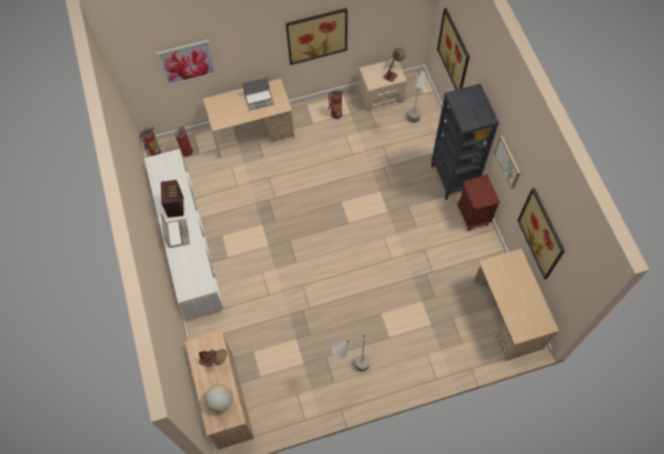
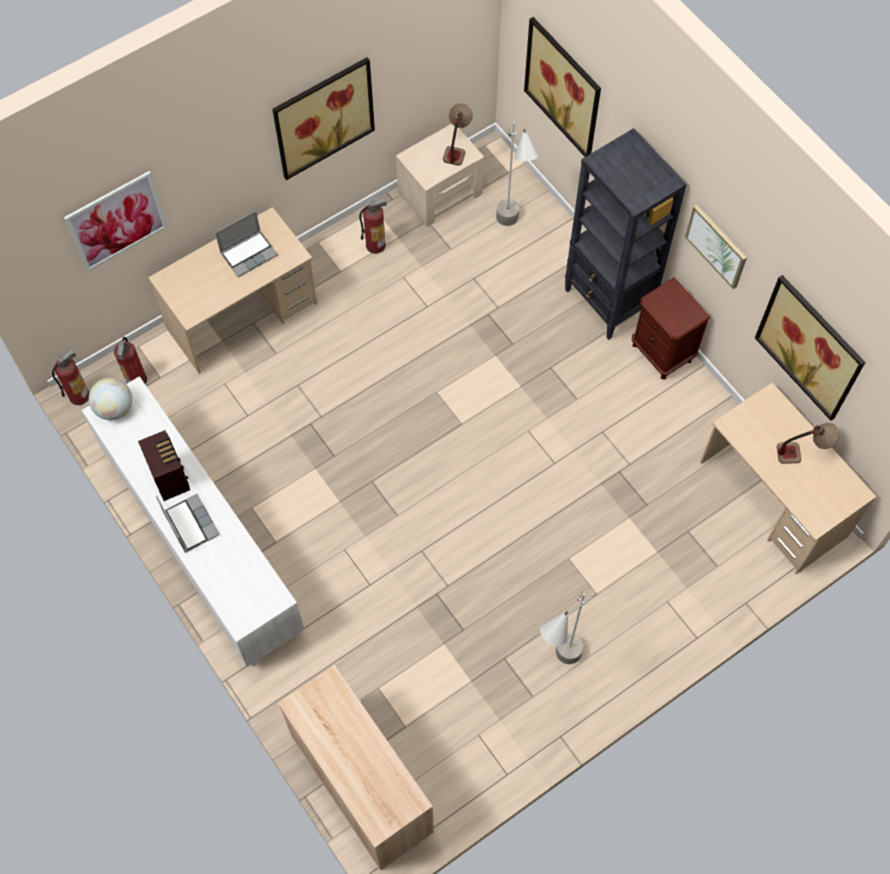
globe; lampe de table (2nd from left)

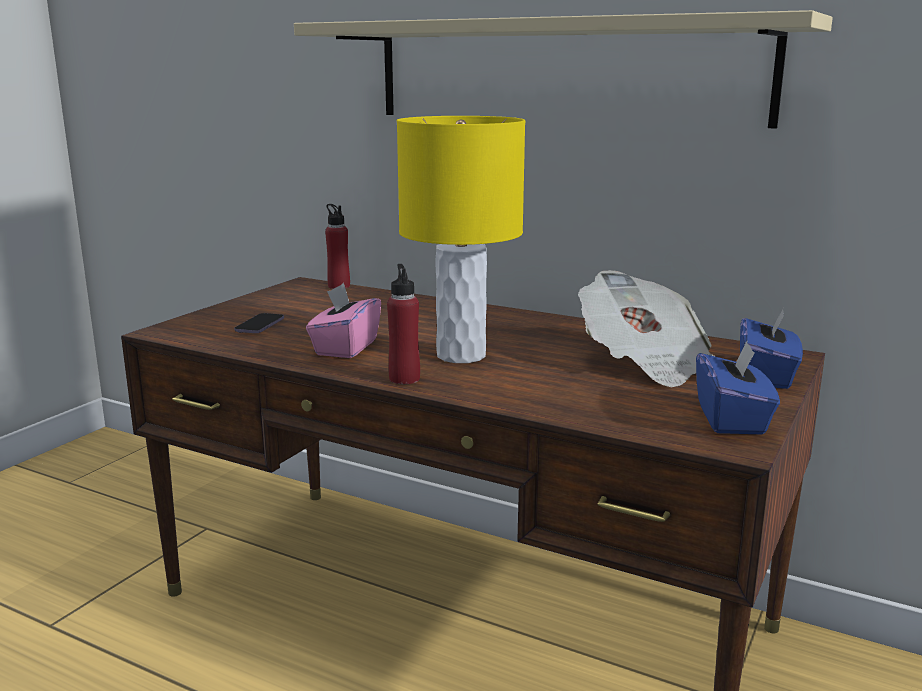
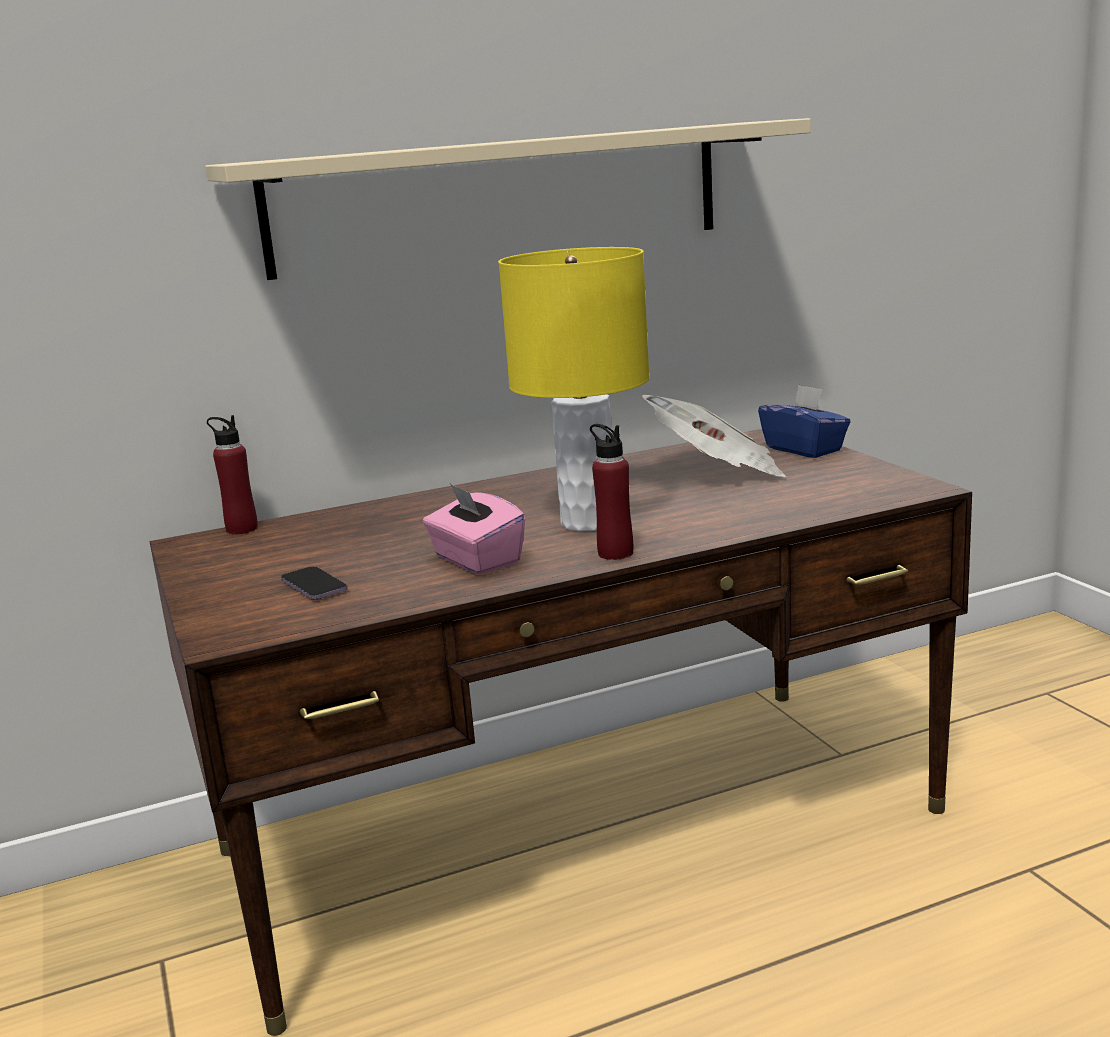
boîte à mouchoirs [bleu] (1st from left in the first image)

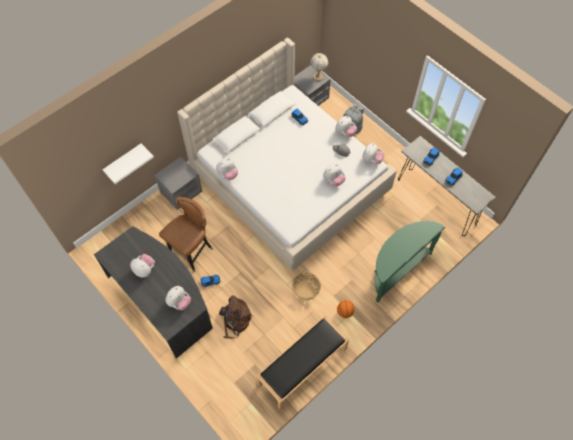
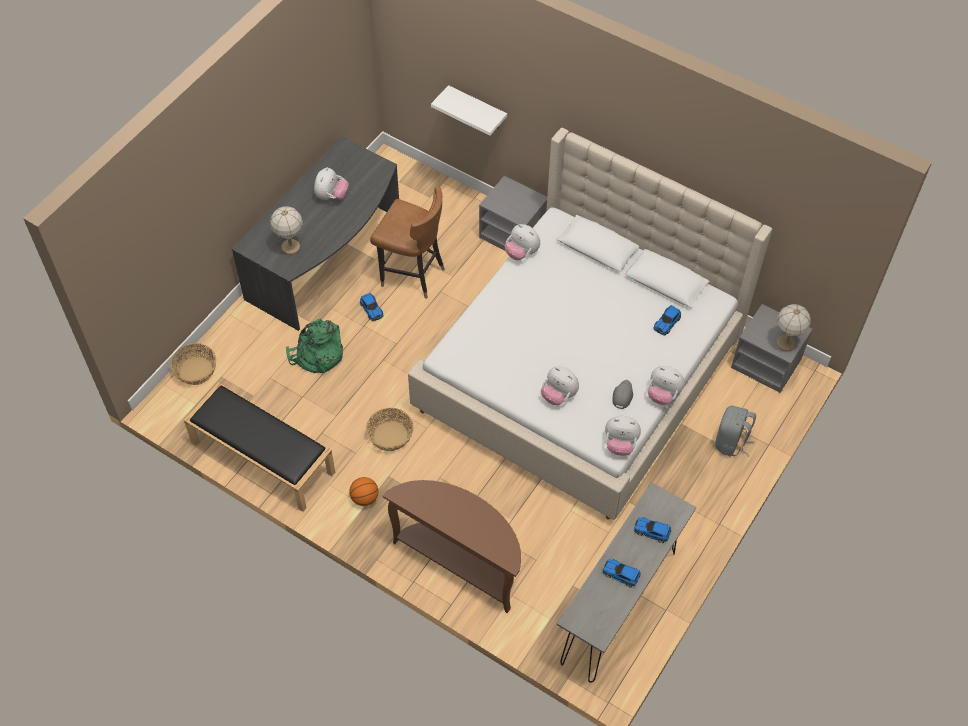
panier (1st from left); lampe de table (1st from left); sac à dos [vert]; table console [marron]

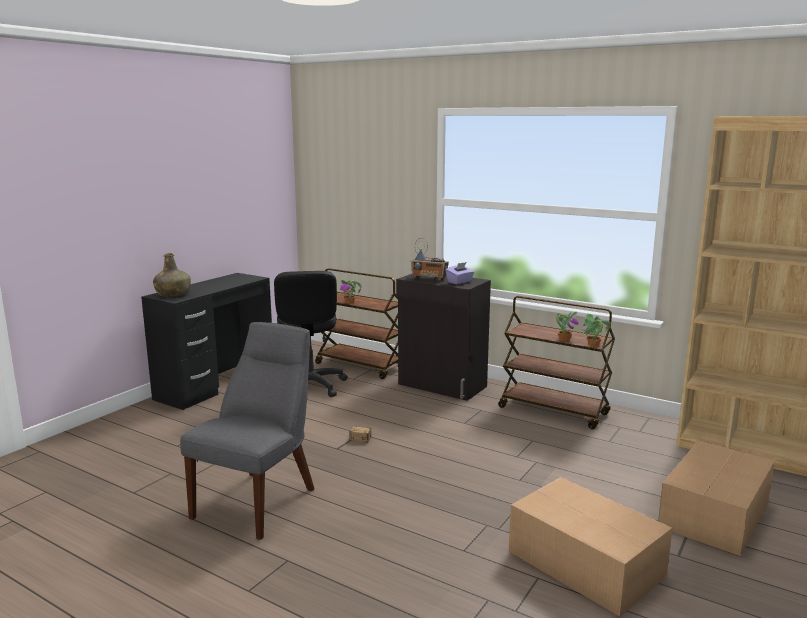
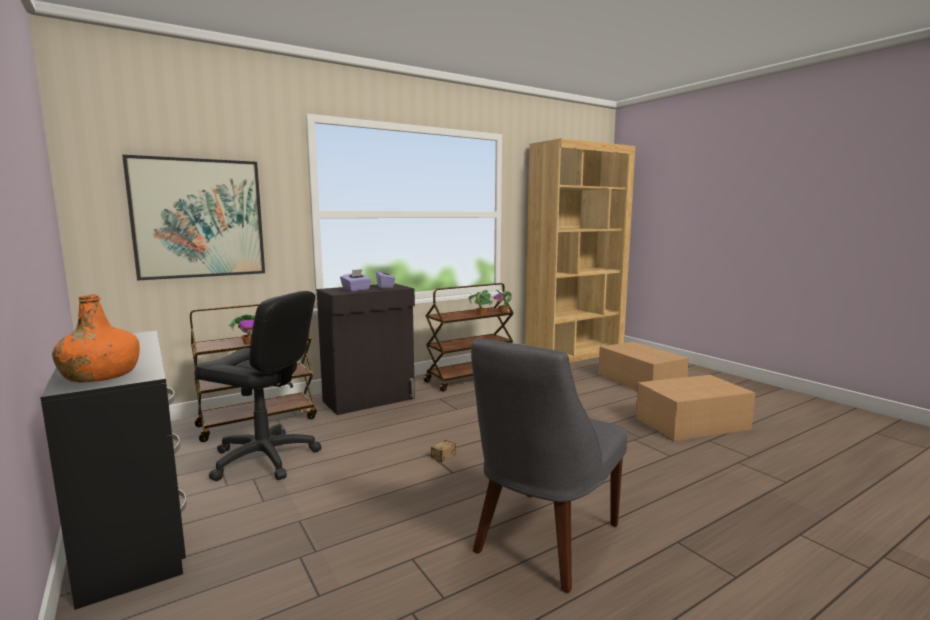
bouteille [orange]; tableau; boîte à mouchoirs [violet] (1st from left); chaise [gris]

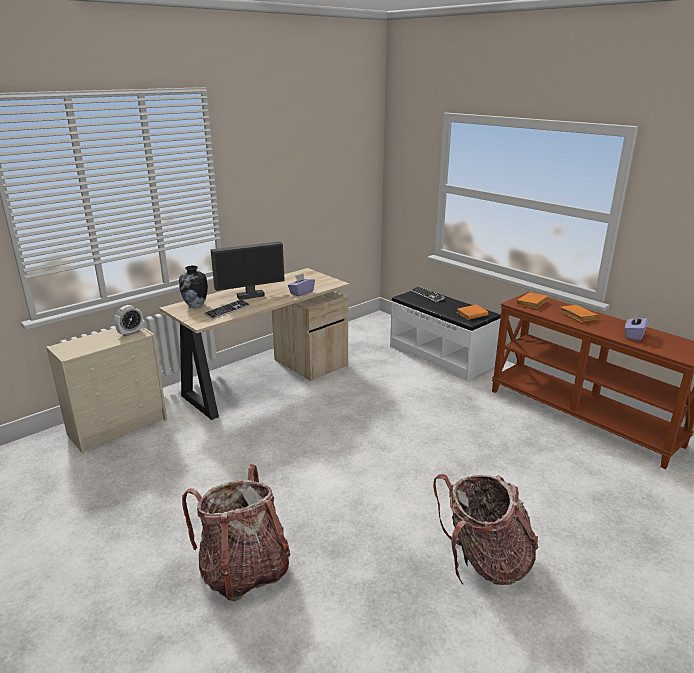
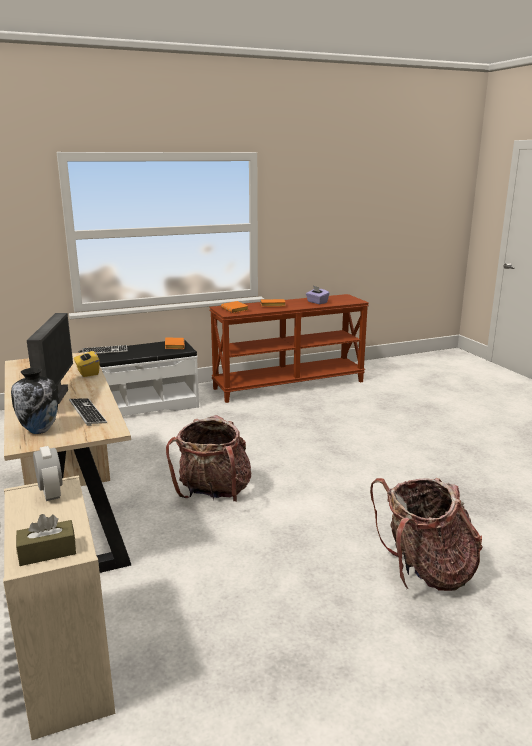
boîte à mouchoirs [marron]; boîte à mouchoirs [jaune]; sac à dos (1st from left)

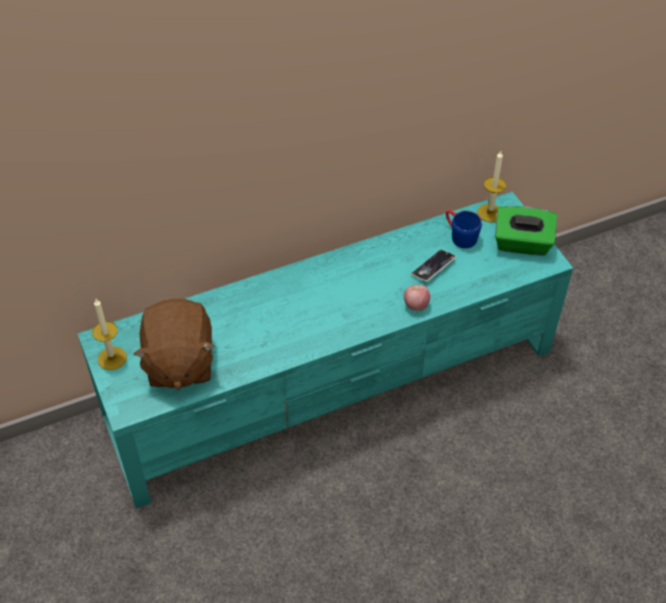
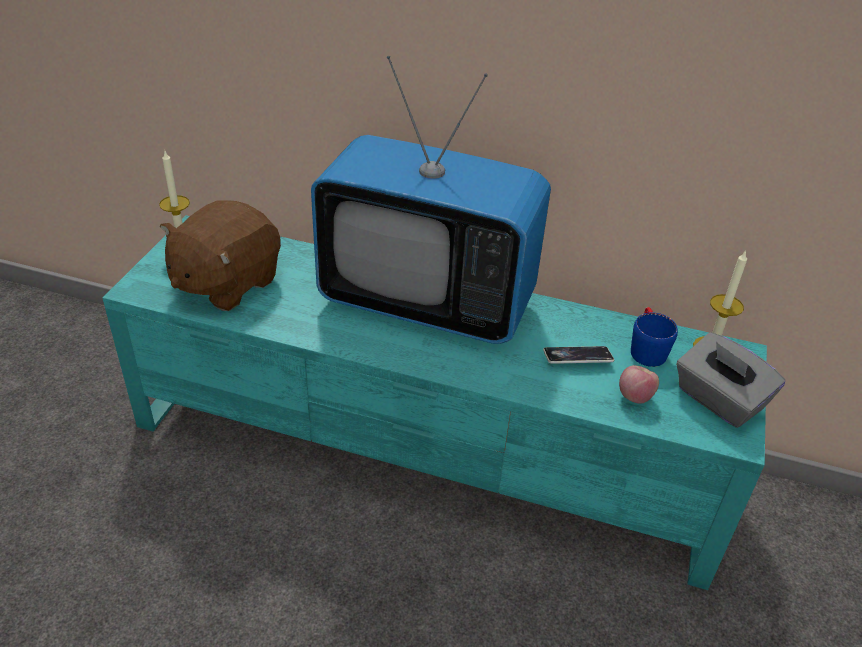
téléviseur; pomme; boîte à mouchoirs [gris]

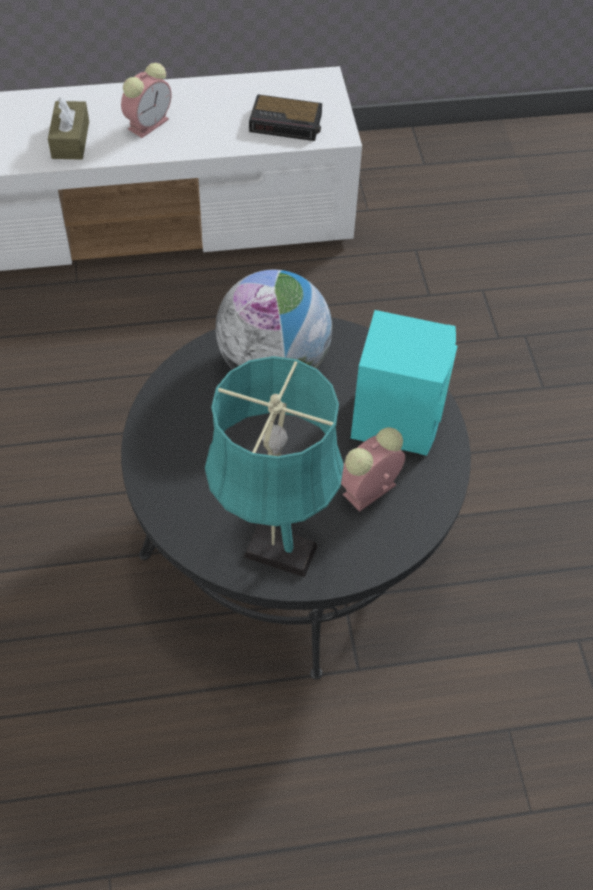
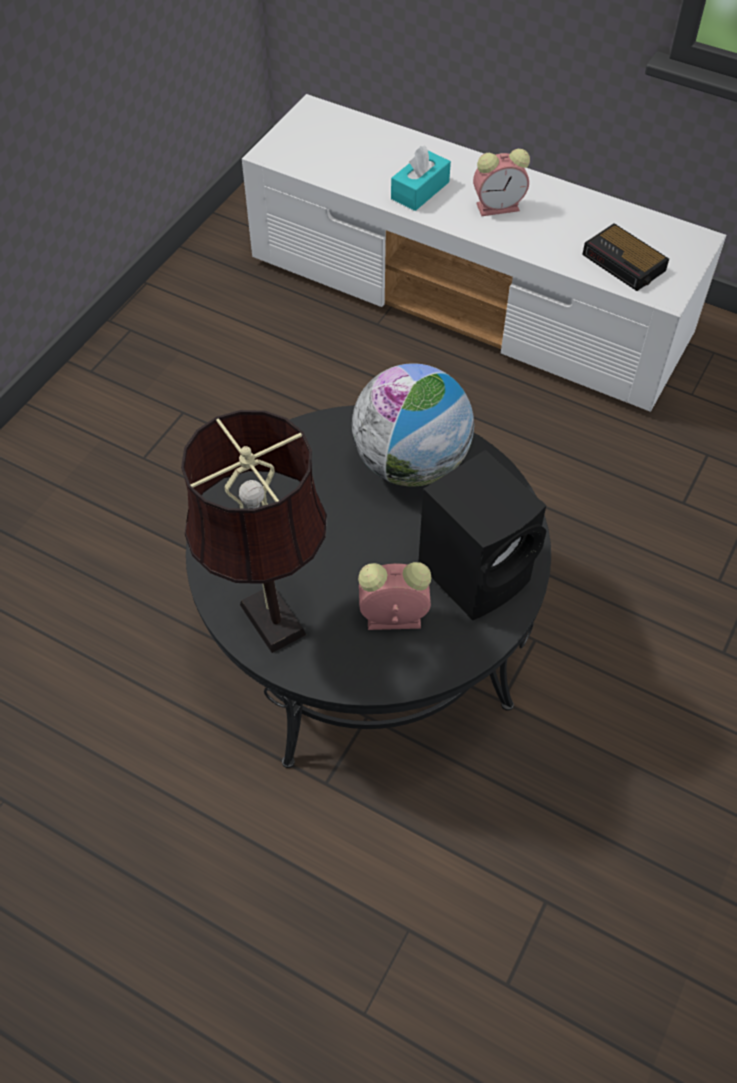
lampe de table [marron]; boîte à mouchoirs [turquoise]; enceinte [noir]

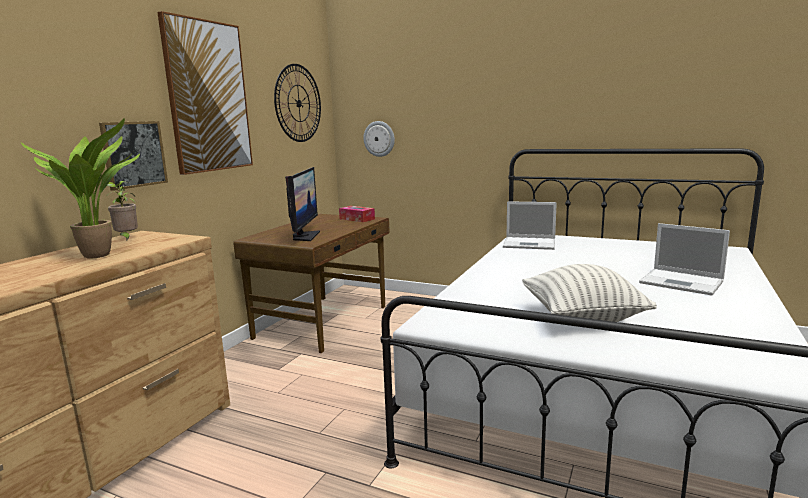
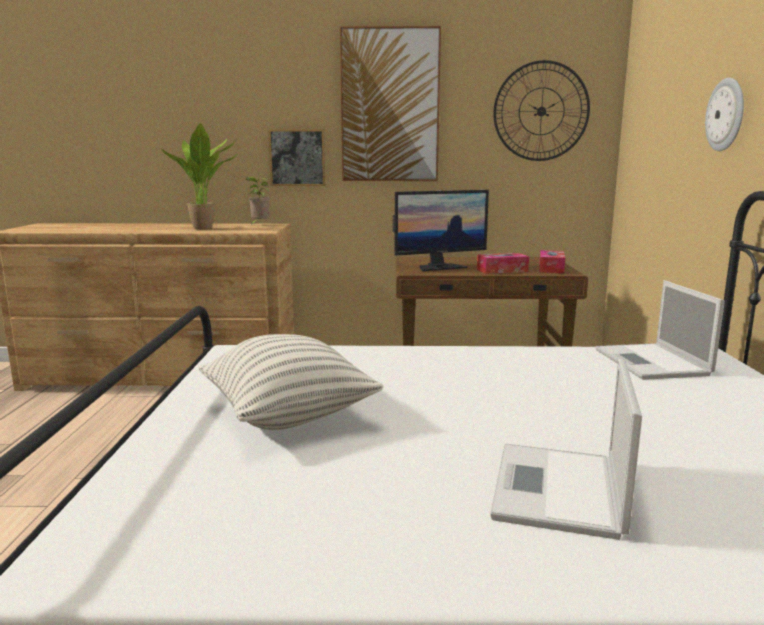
boîte à mouchoirs (1st from left); horloge murale (2nd from left)

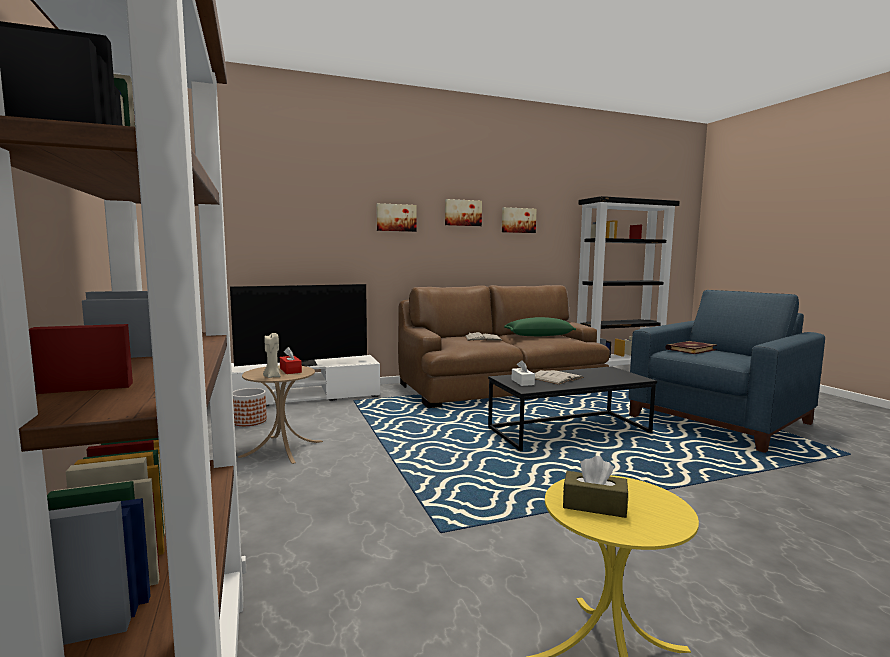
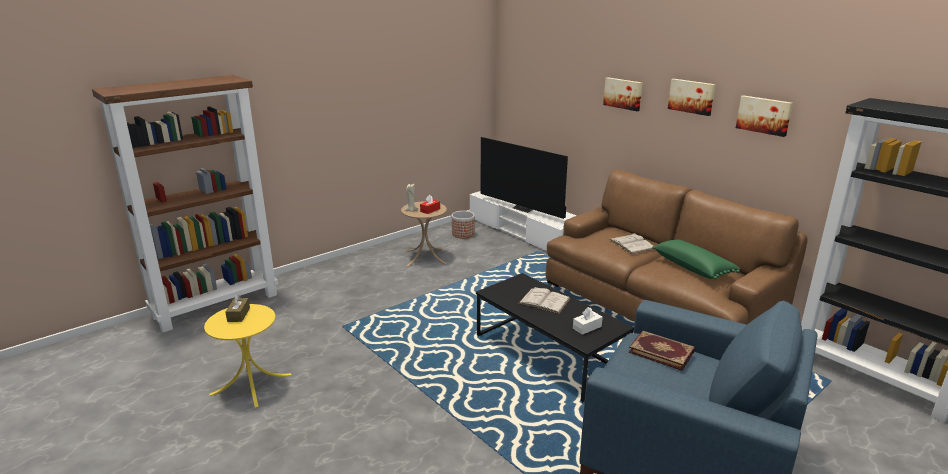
boîte à mouchoirs [blanc]

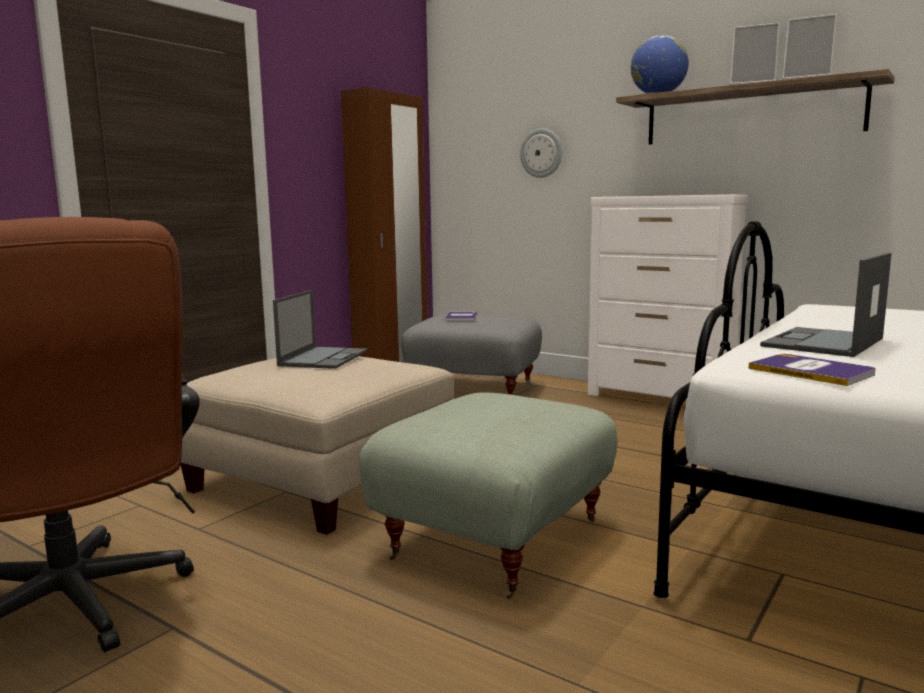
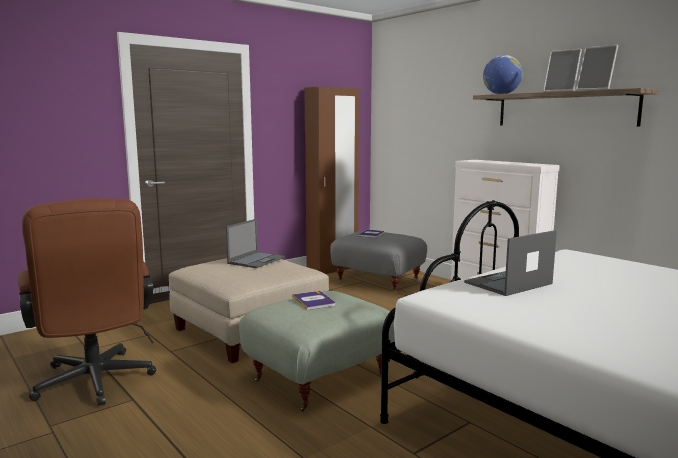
livre (1st from left); horloge murale

